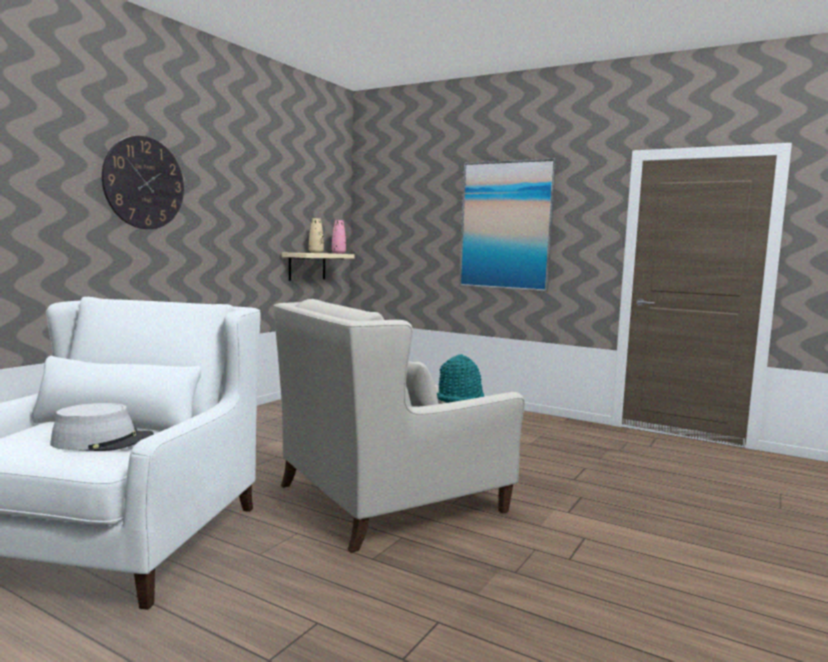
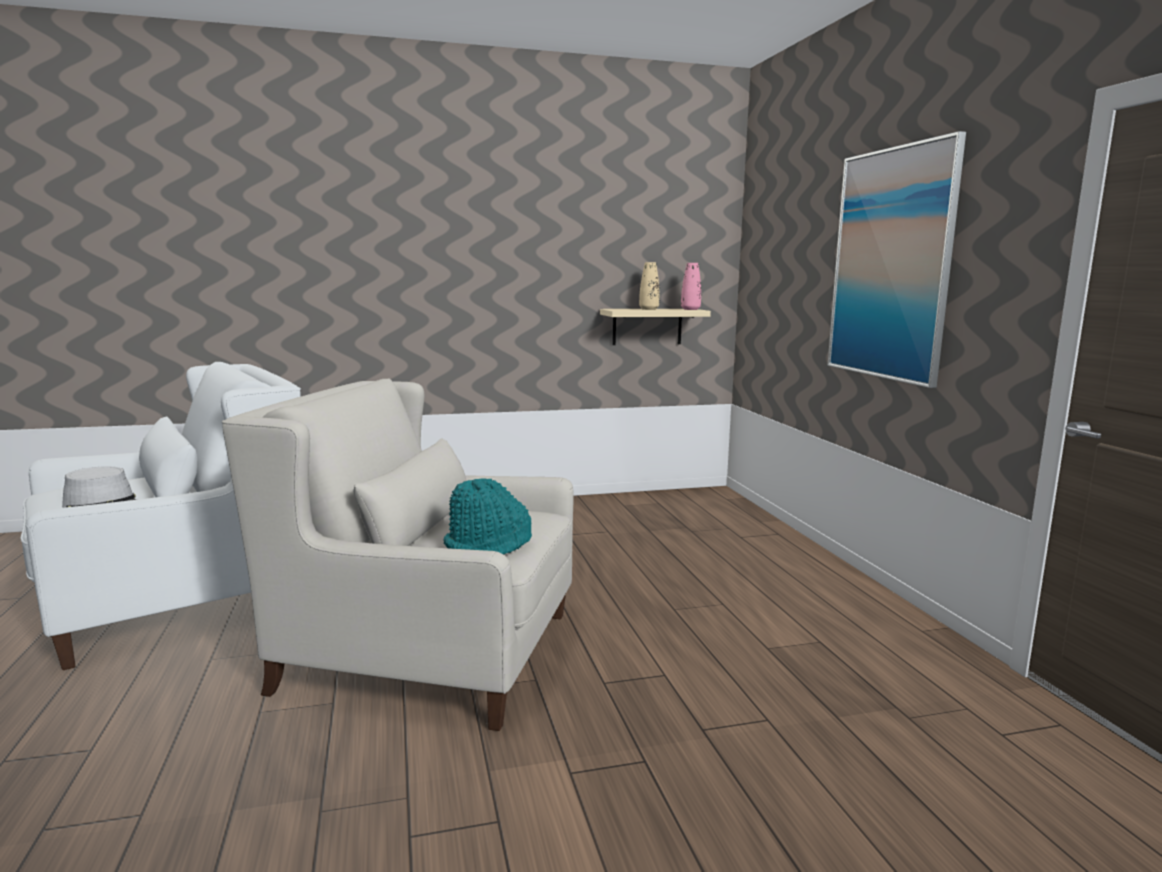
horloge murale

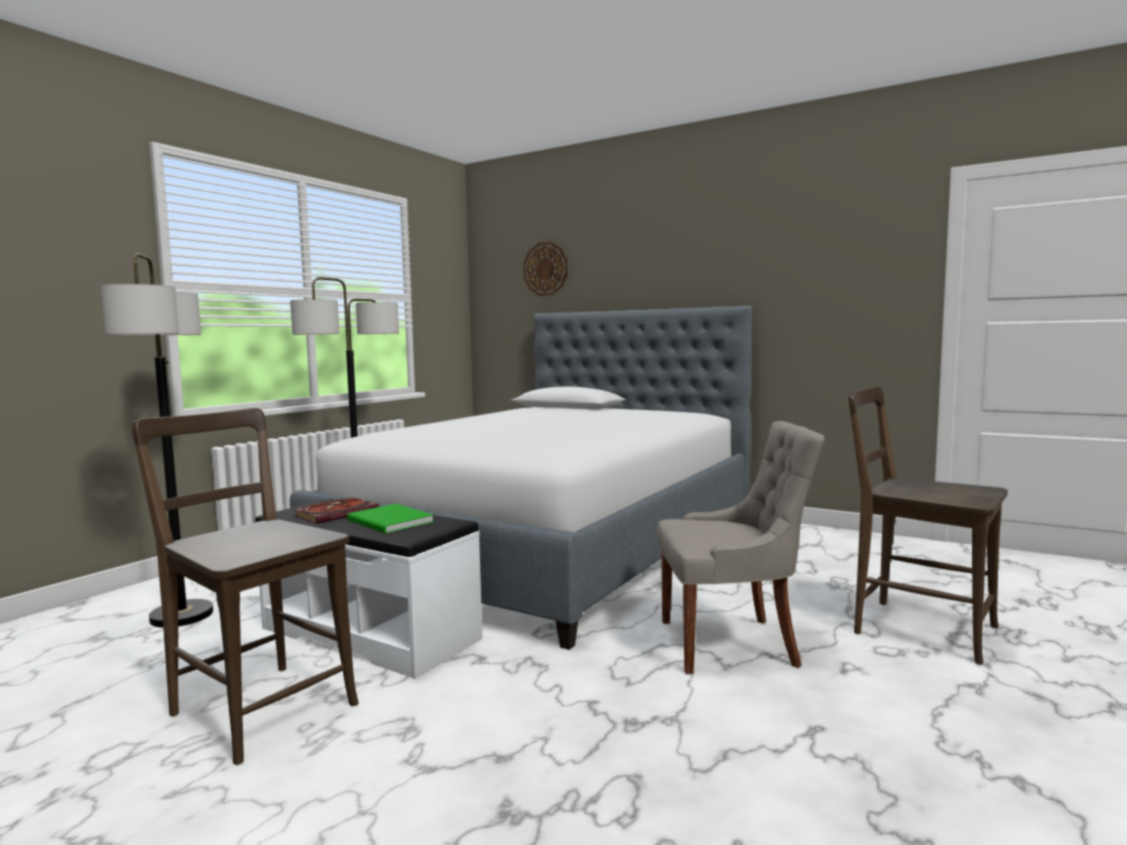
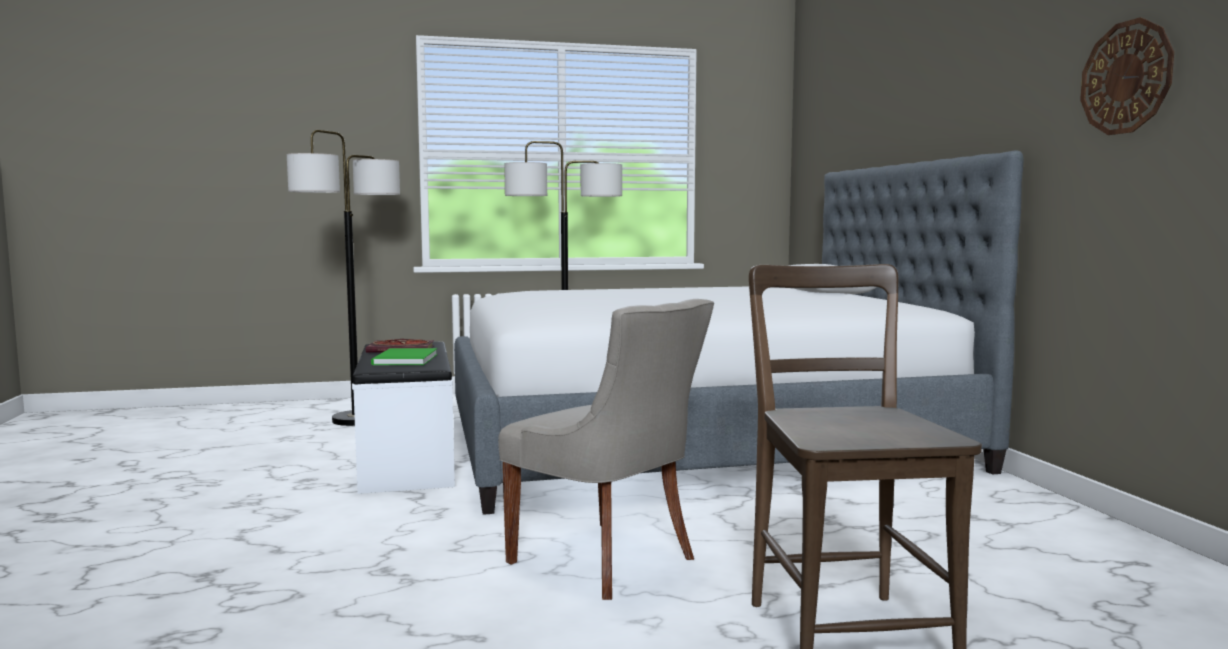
horloge murale; chaise [marron] (1st from left in the first image)

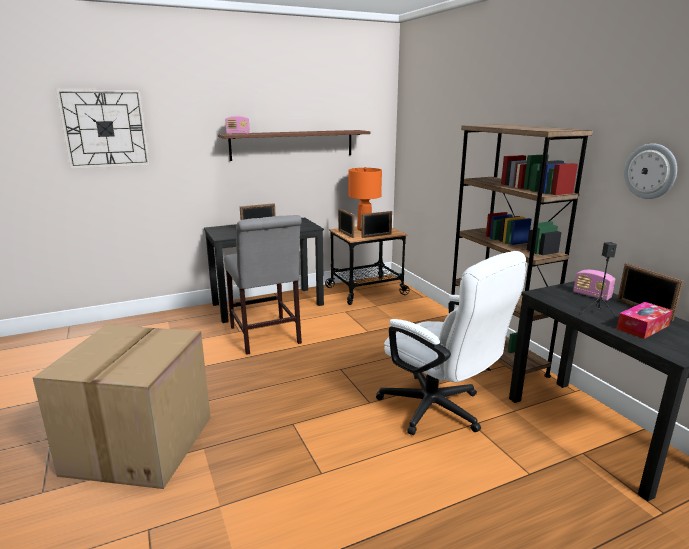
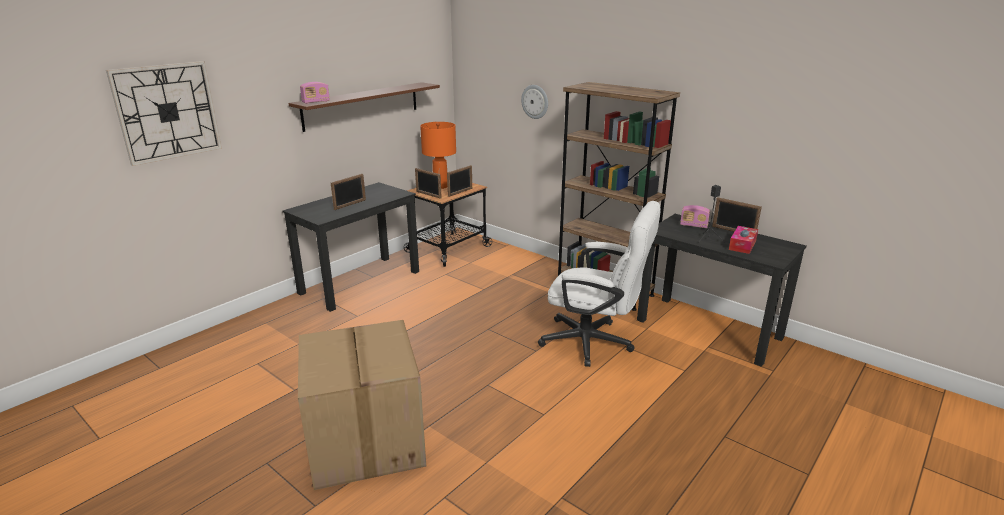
horloge murale (2nd from left); chaise [gris]

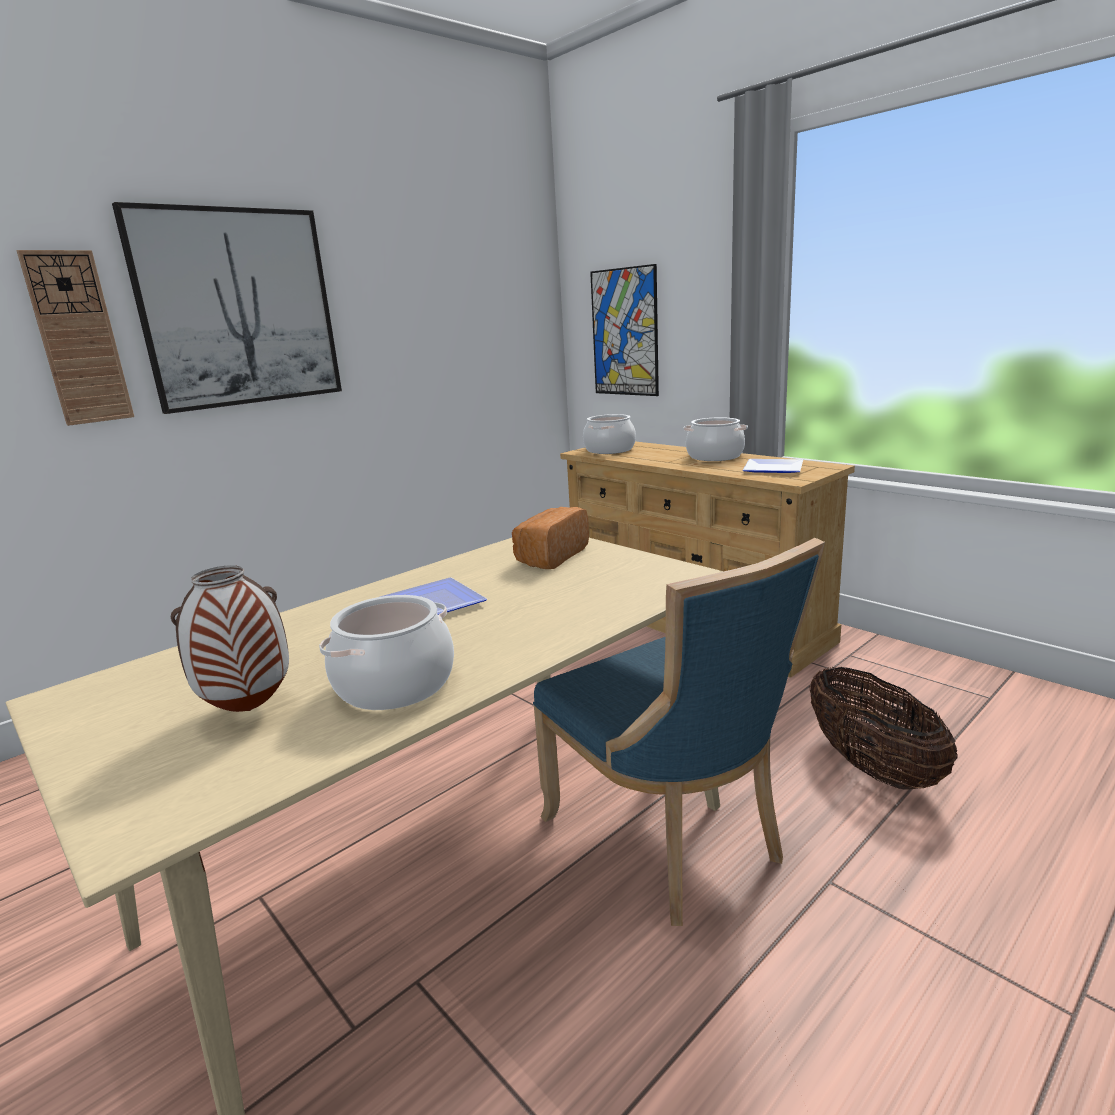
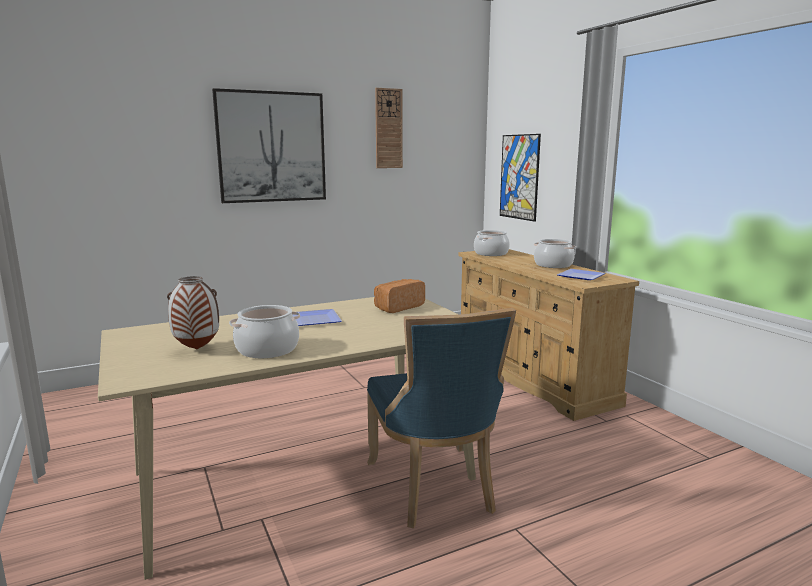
horloge murale; panier

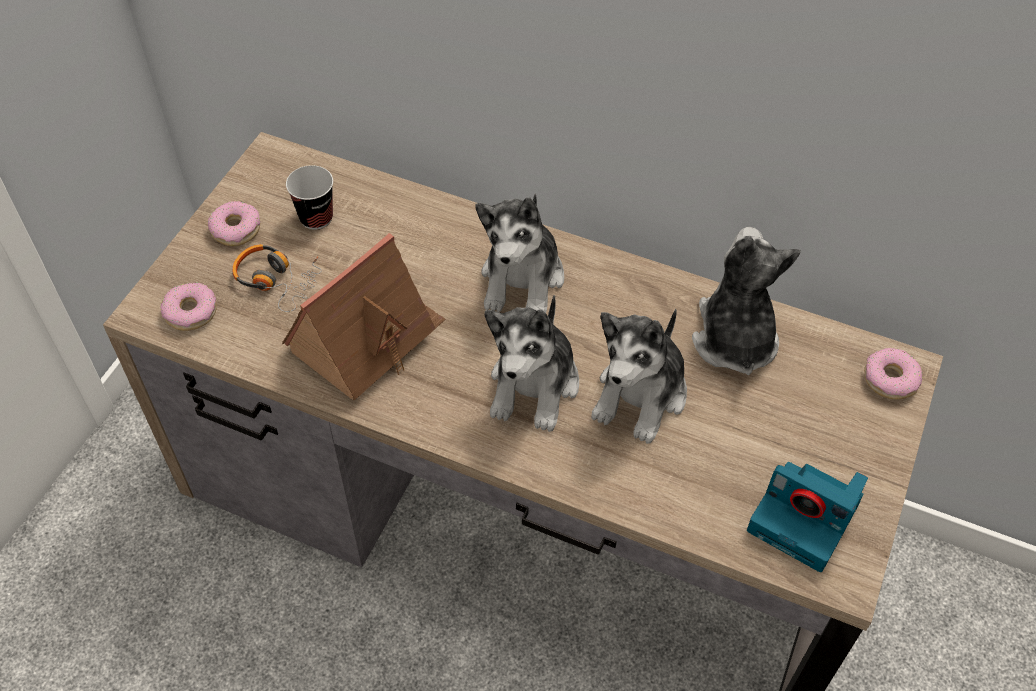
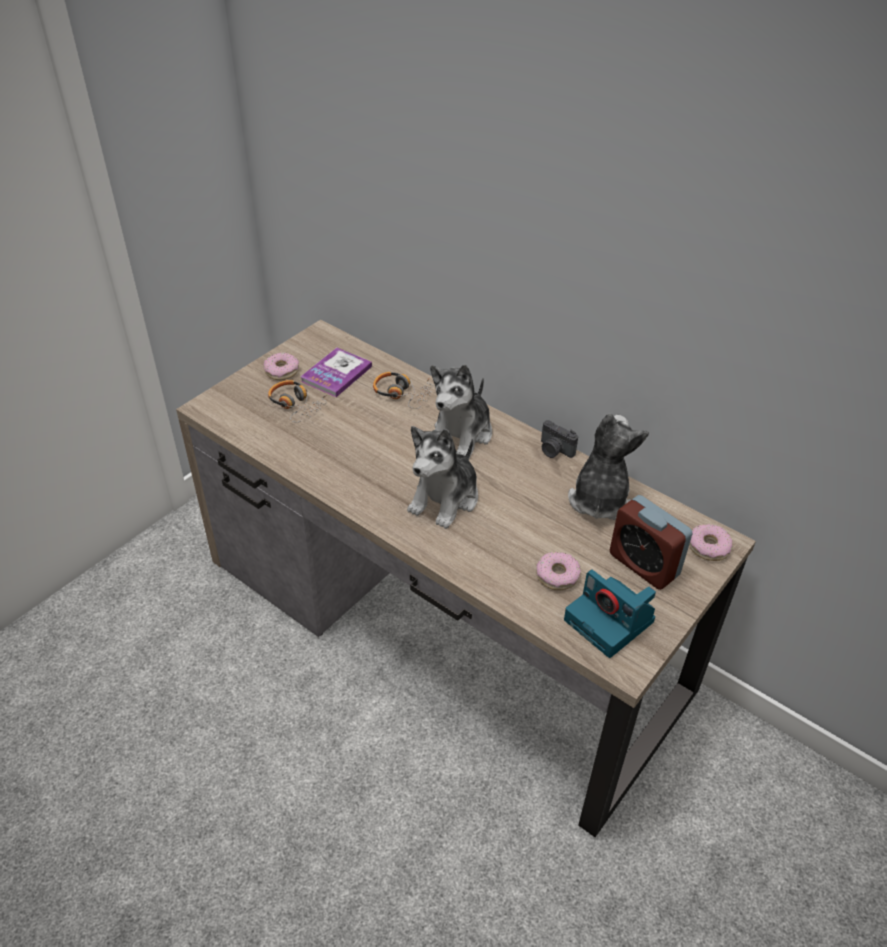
livre; casque audio (2nd from left); beignet (2nd from left); appareil photo (1st from left); réveil; maison miniature; peluche (3rd from left in the first image)

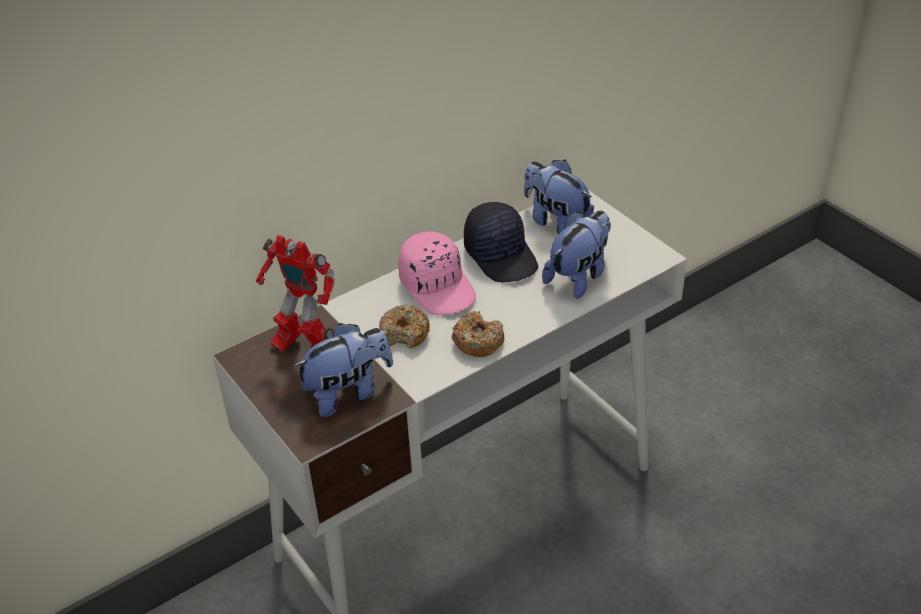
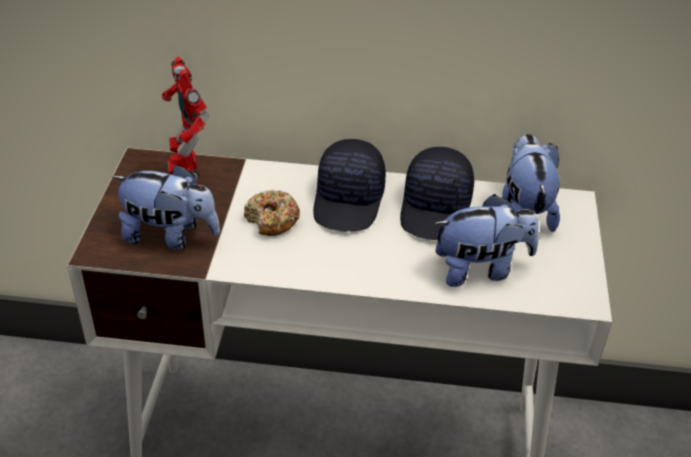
casquette [noir] (1st from left); beignet (2nd from left in the first image)

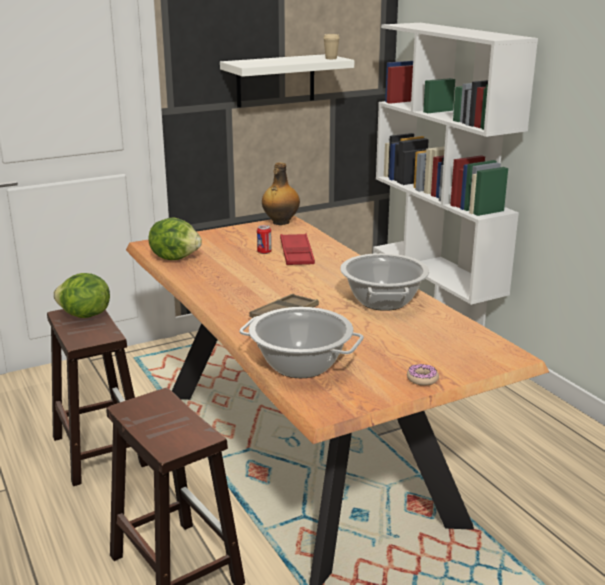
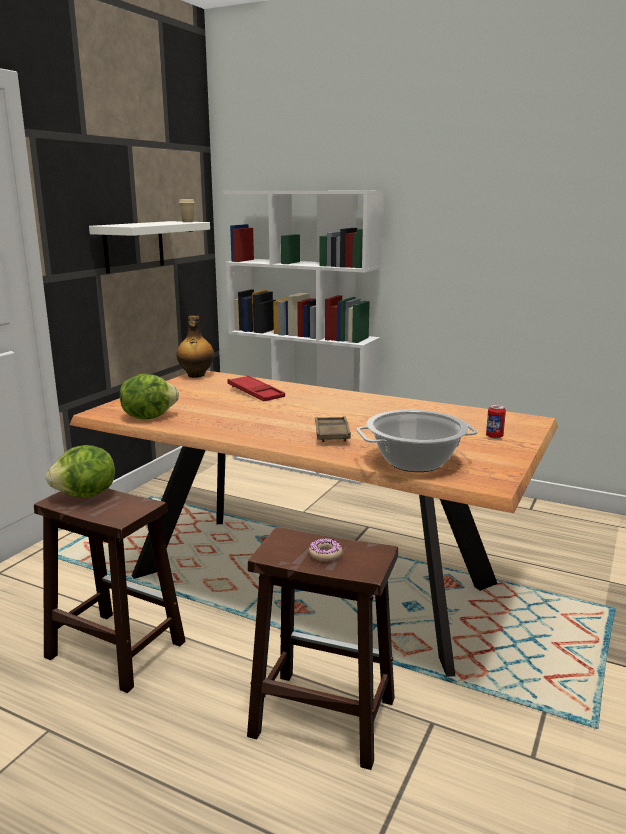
beignet; boîte métallique; marmite (2nd from left in the first image)

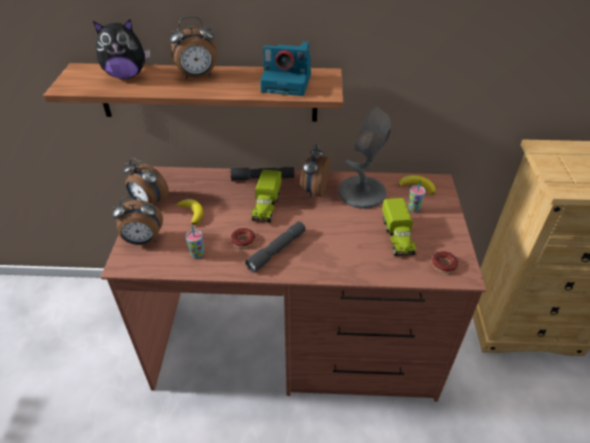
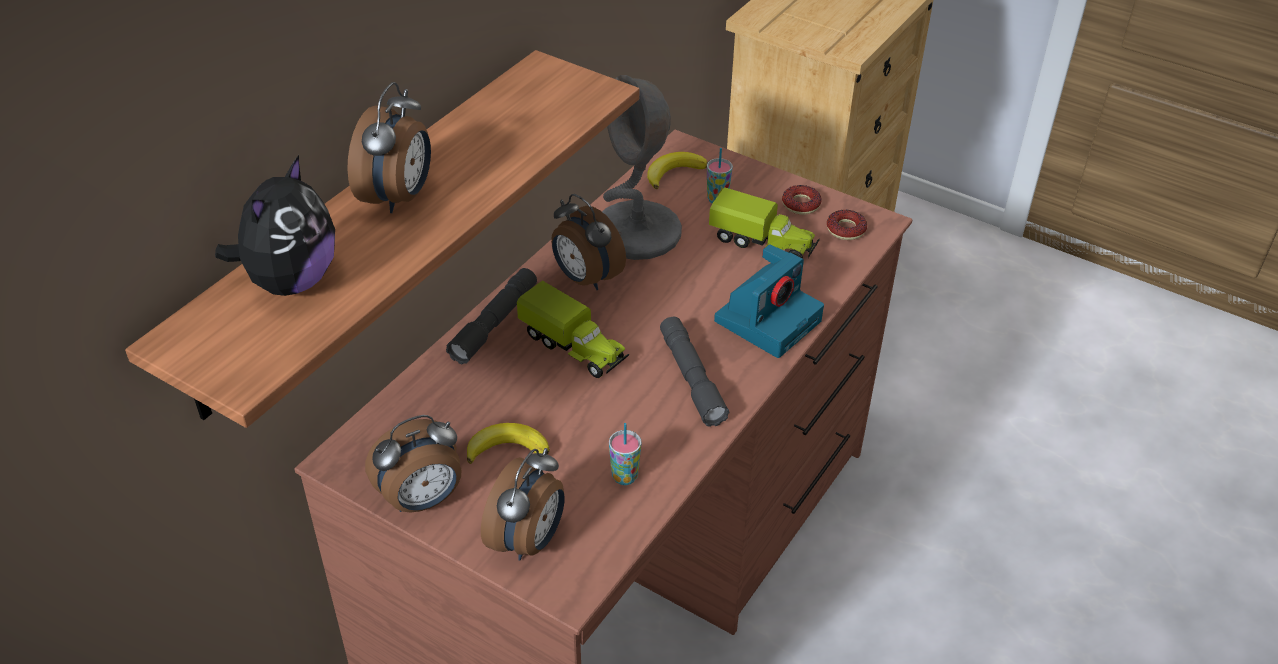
appareil photo; beignet (1st from left)

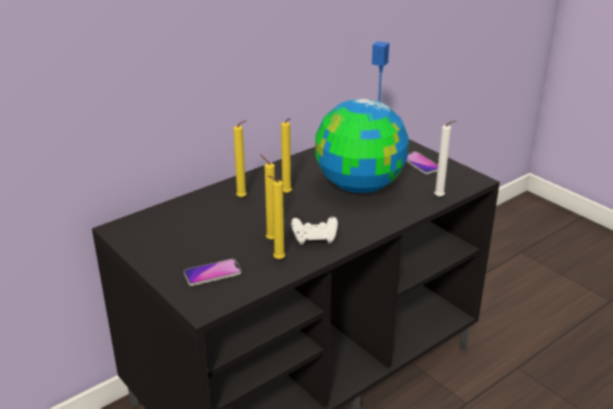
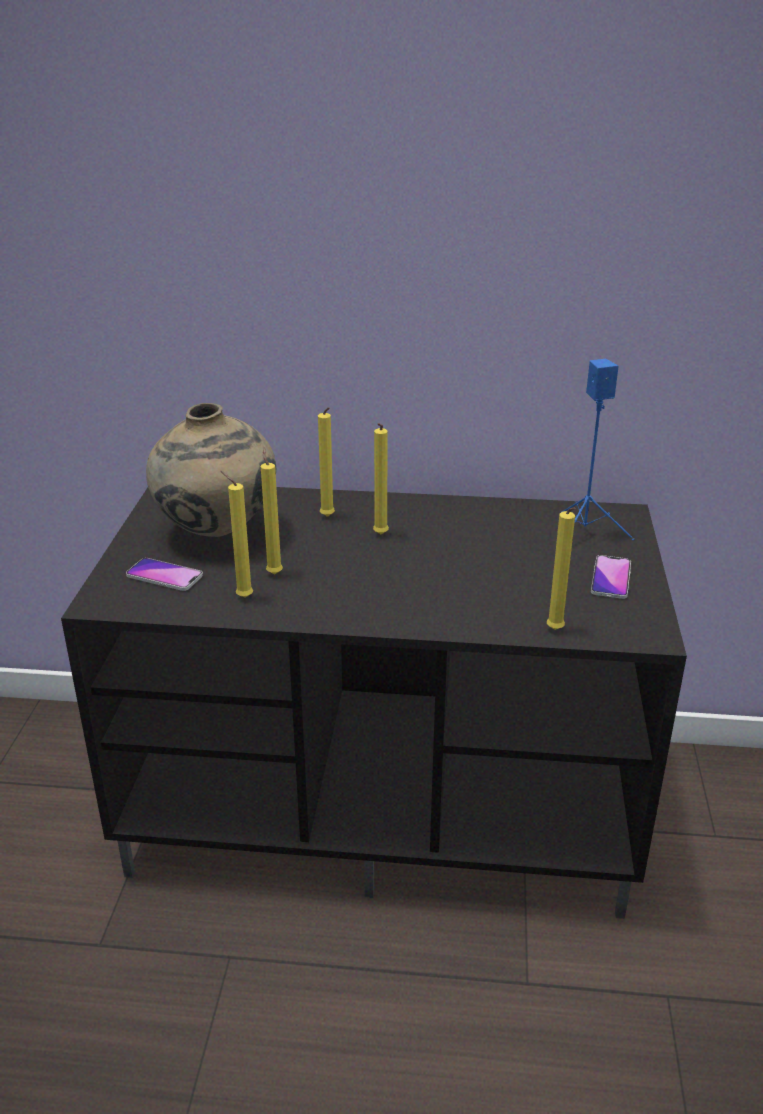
vase [beige]; bougie [jaune] (5th from left); manette [blanc]; globe

